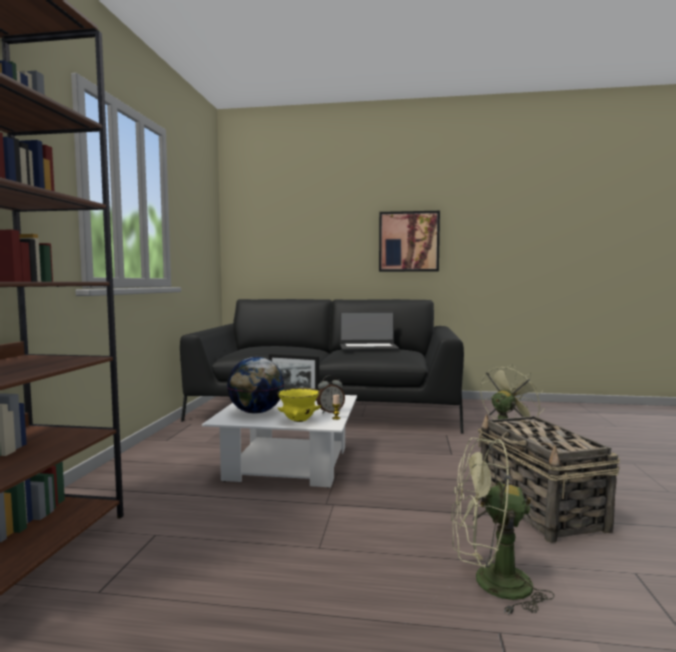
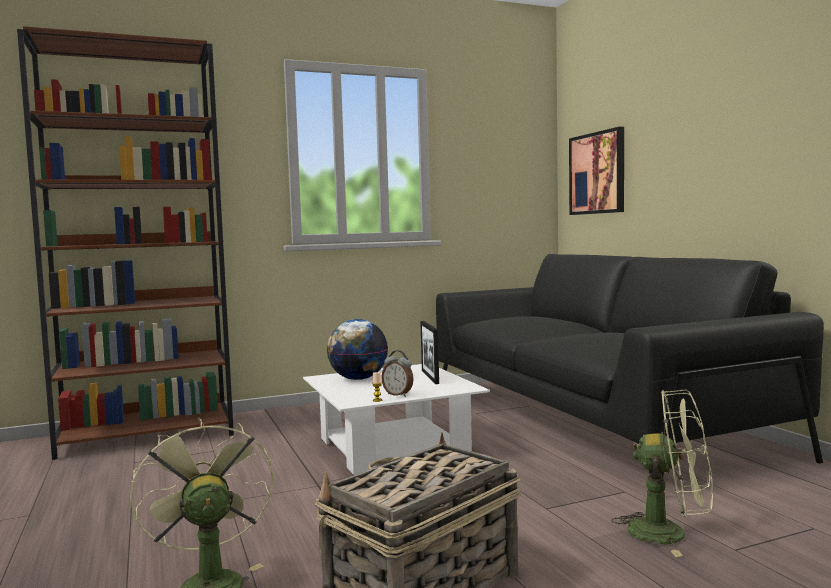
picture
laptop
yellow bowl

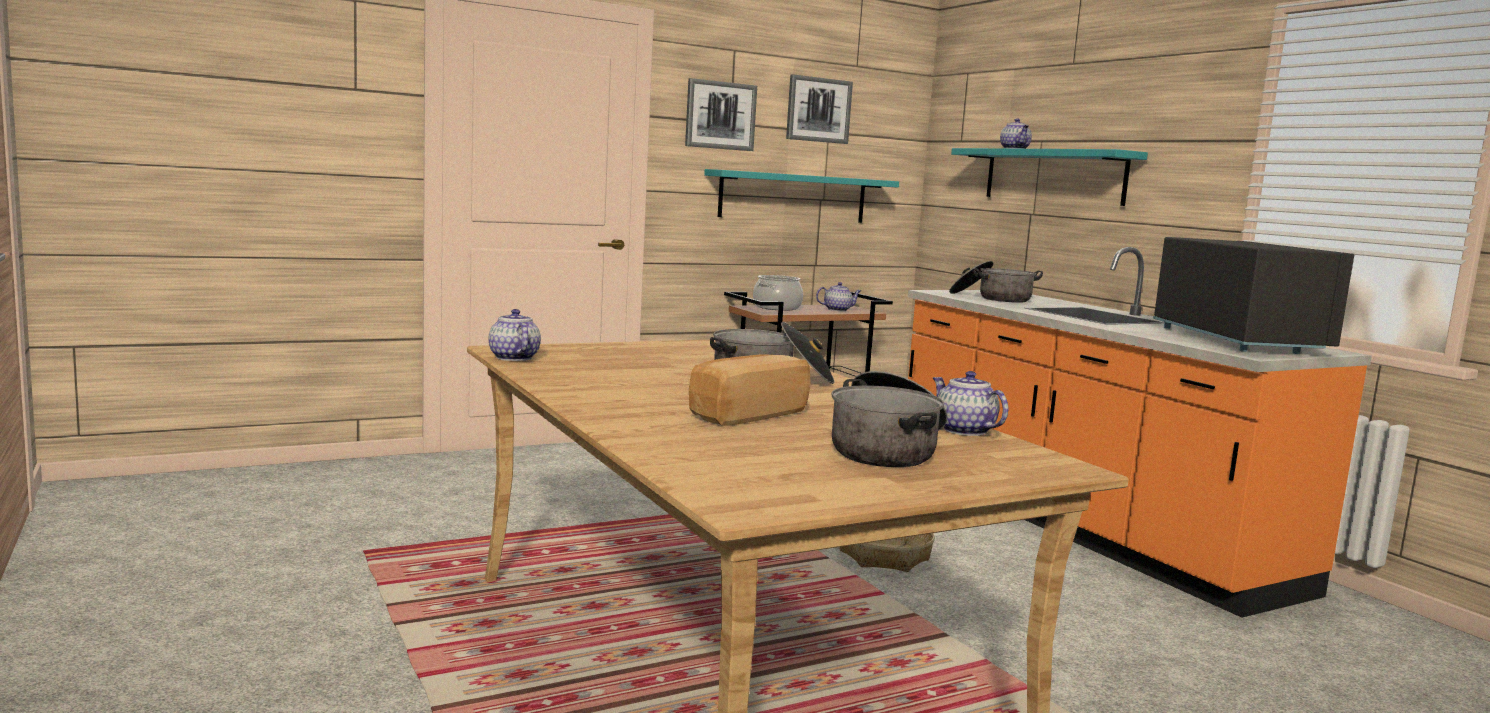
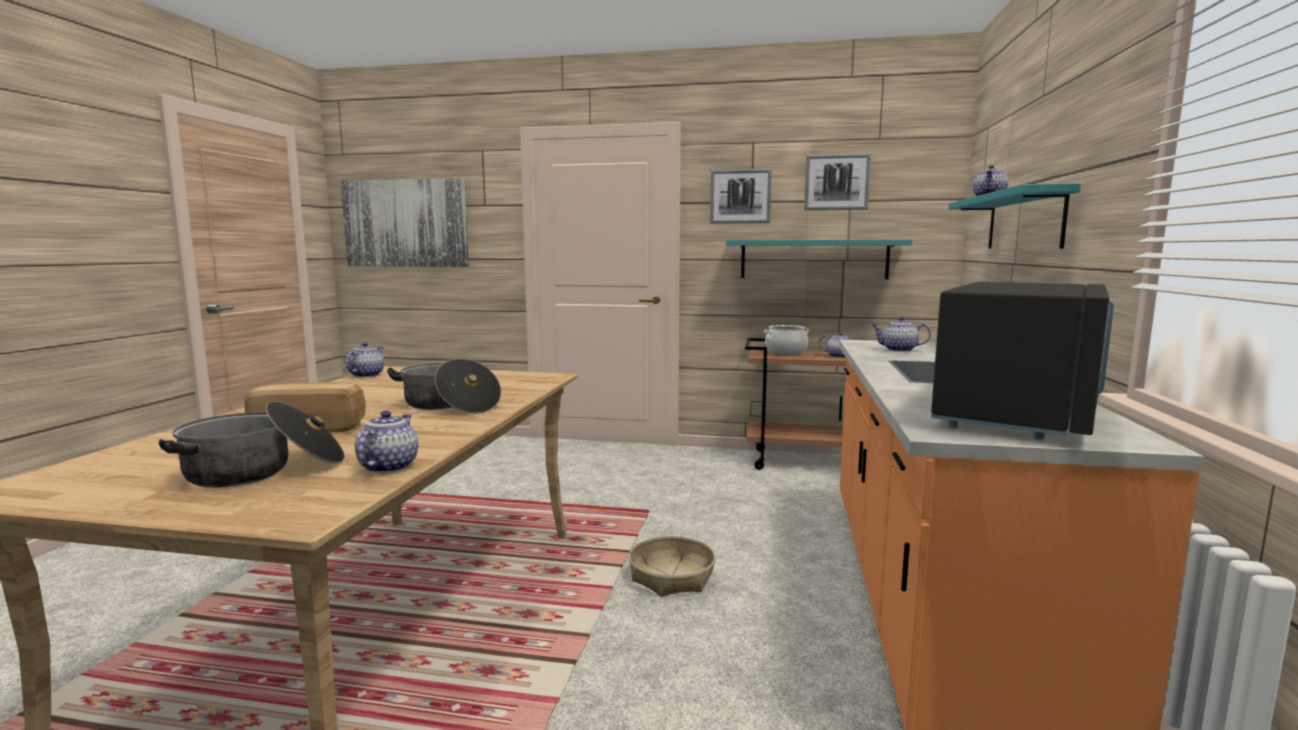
teapot (4th from left)
picture (1st from left)

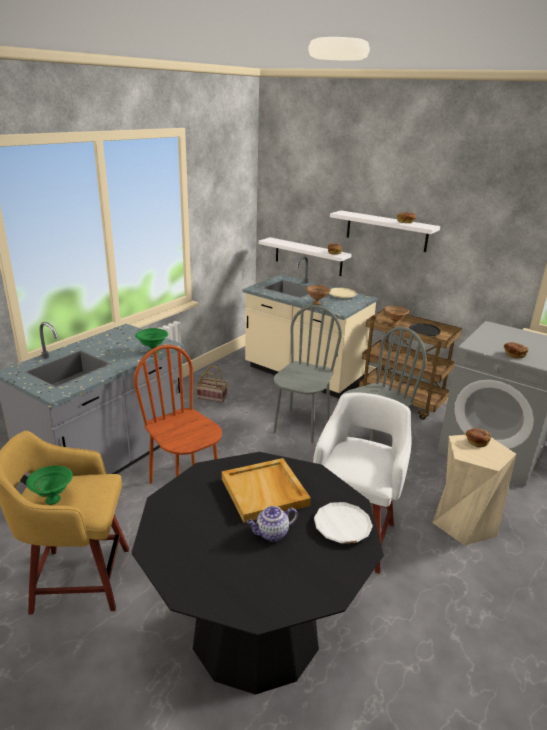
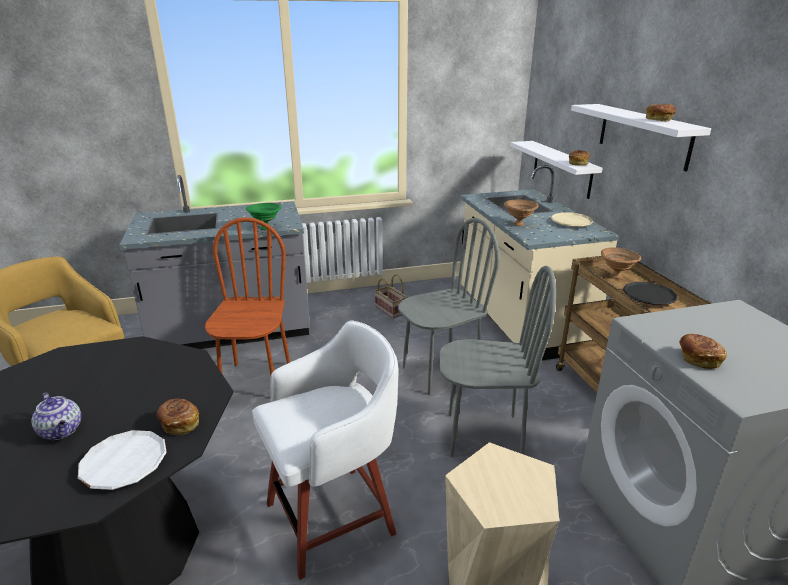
bread (1st from left)
beige tray
green bowl (1st from left in the first image)
teapot

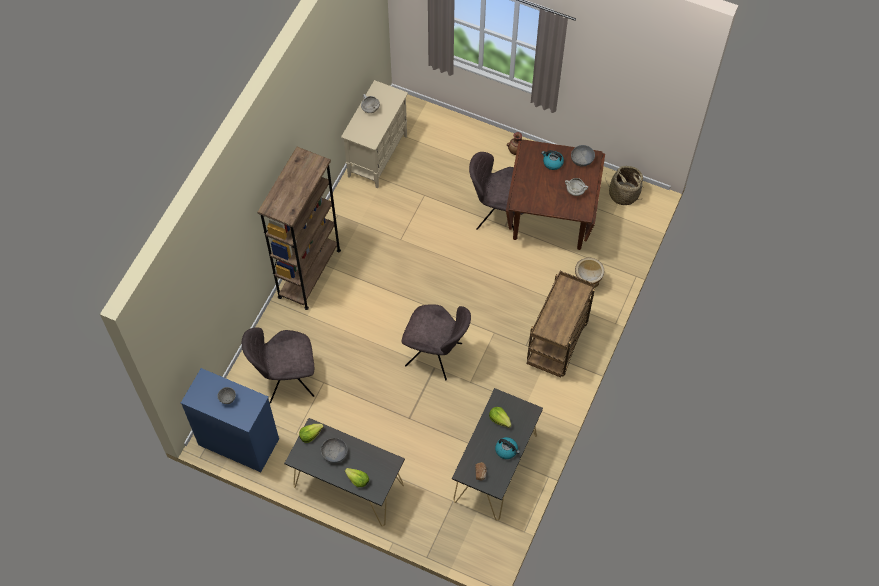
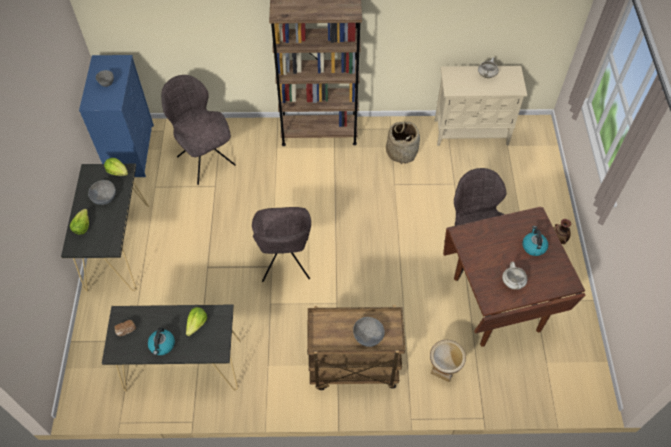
grey bowl (3rd from left)
basket

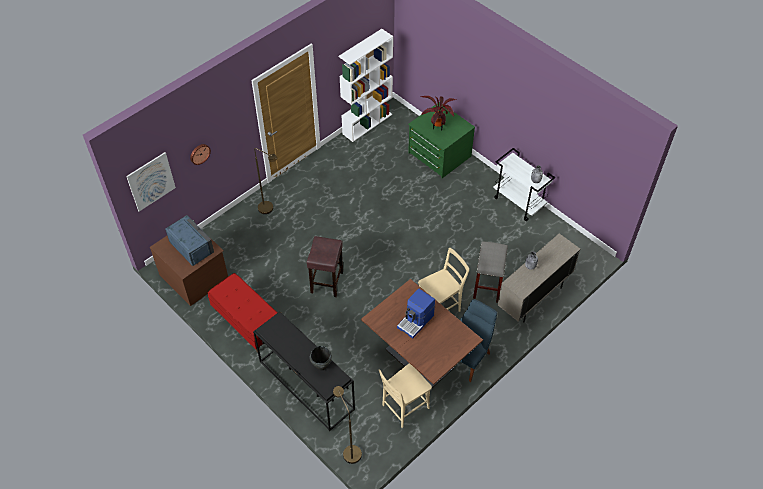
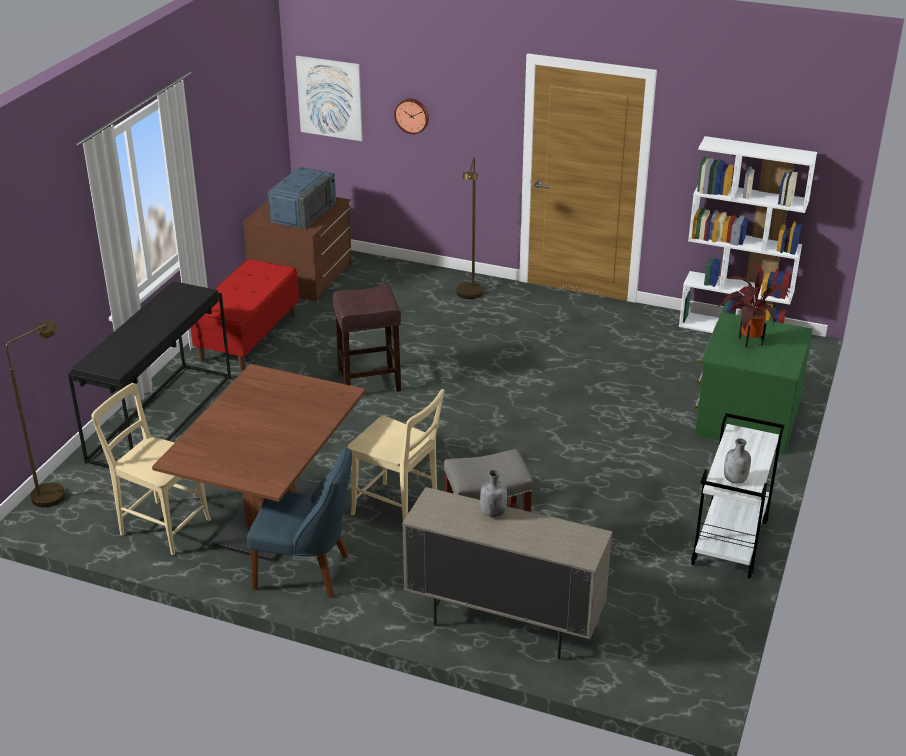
coffee machine
black cooking pot

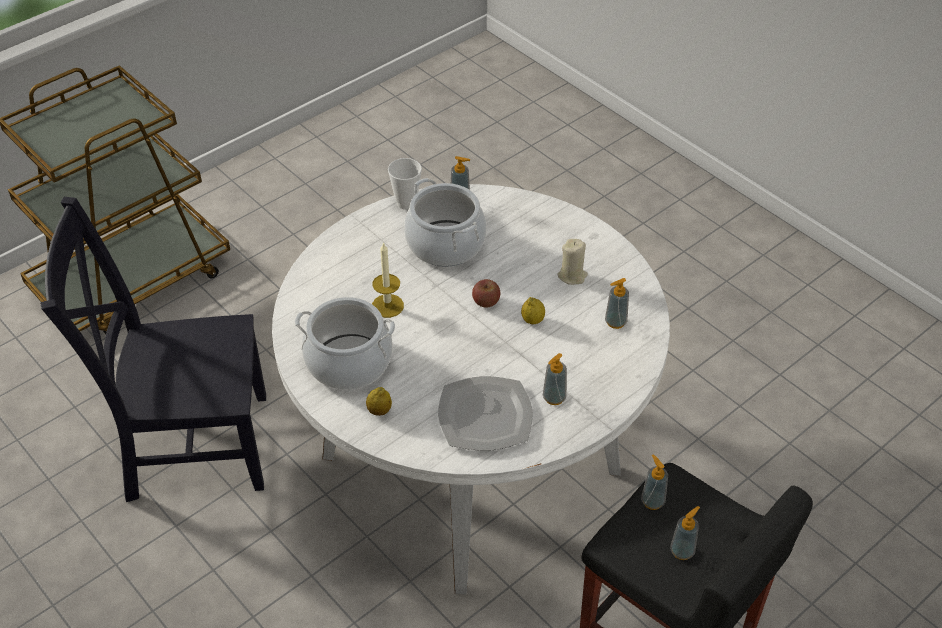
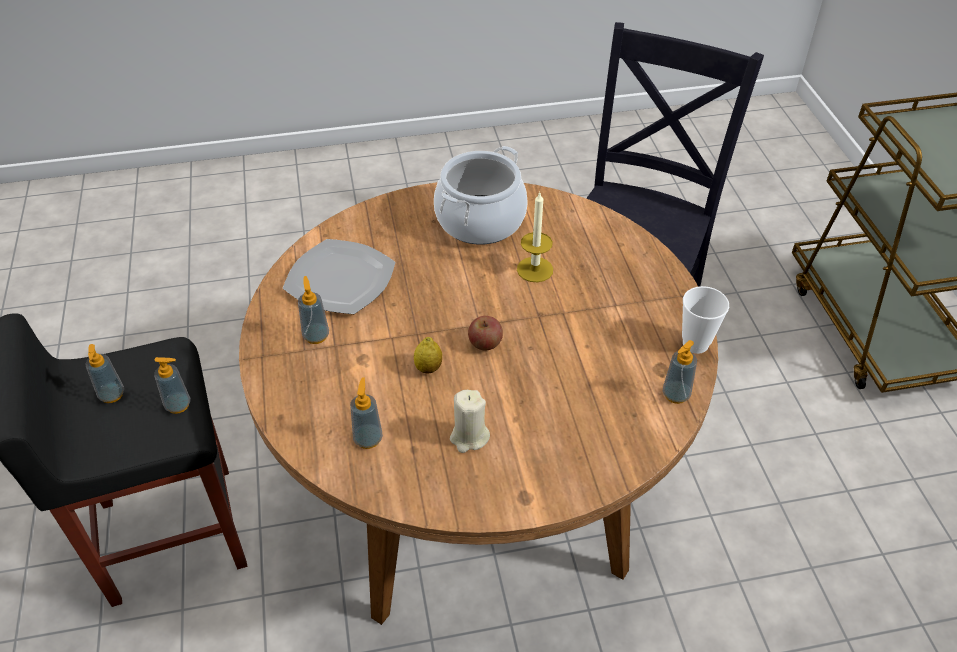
cooking pot (2nd from left in the first image)
brown dining table
lemon (1st from left in the first image)

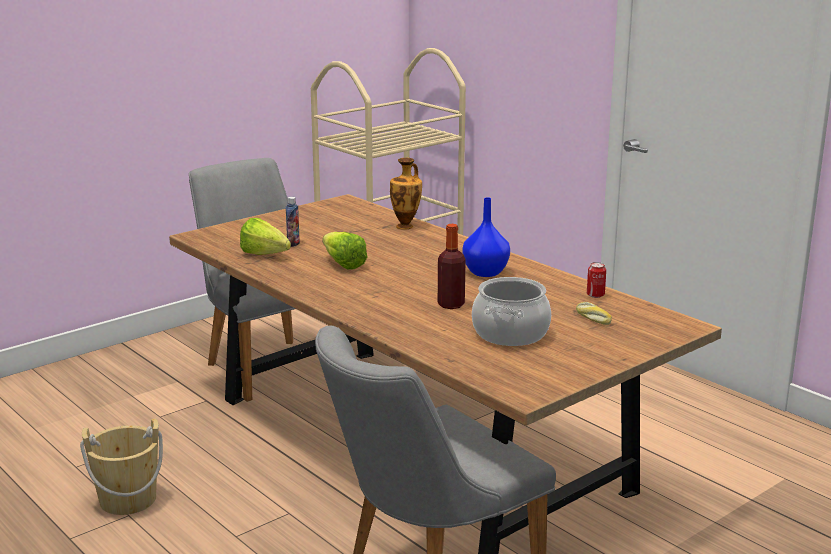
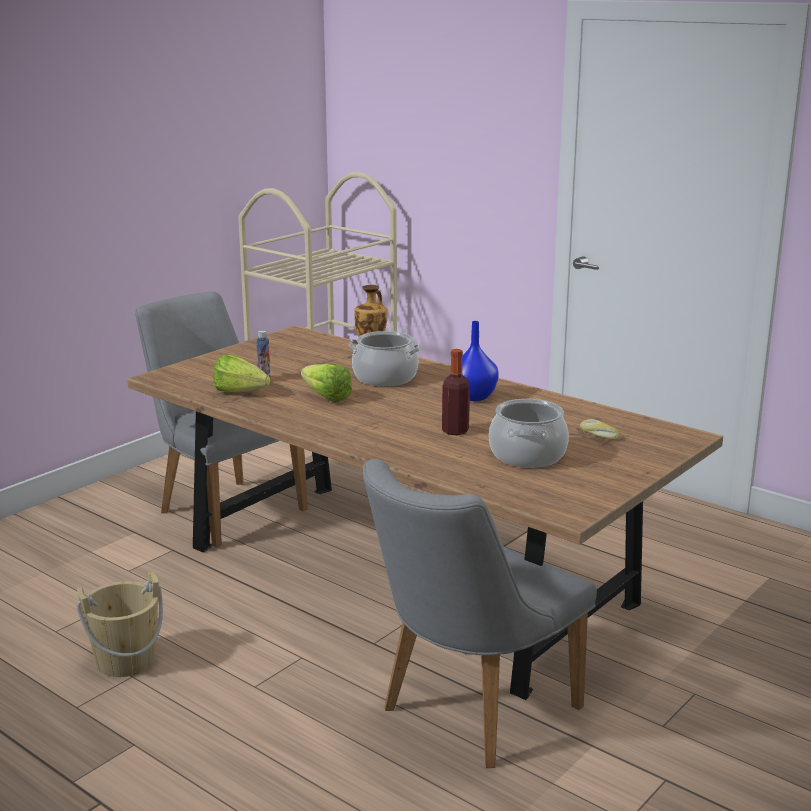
can
cooking pot (1st from left)

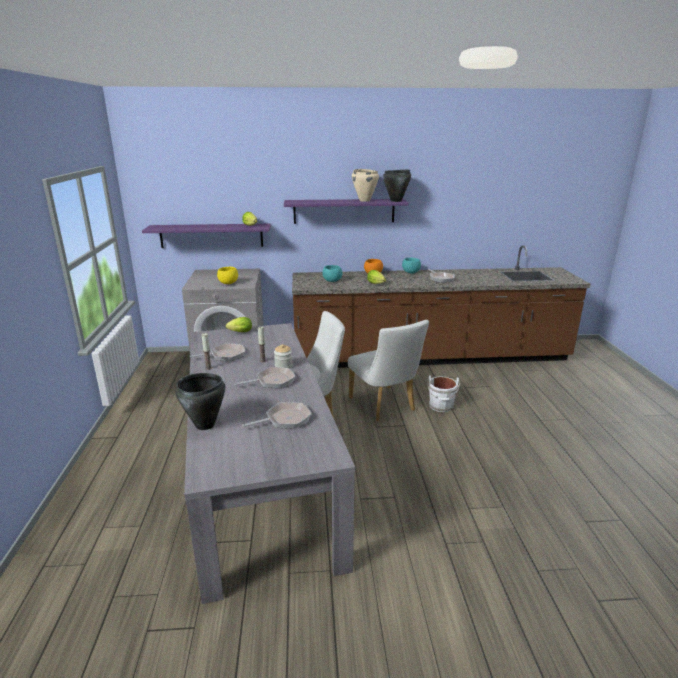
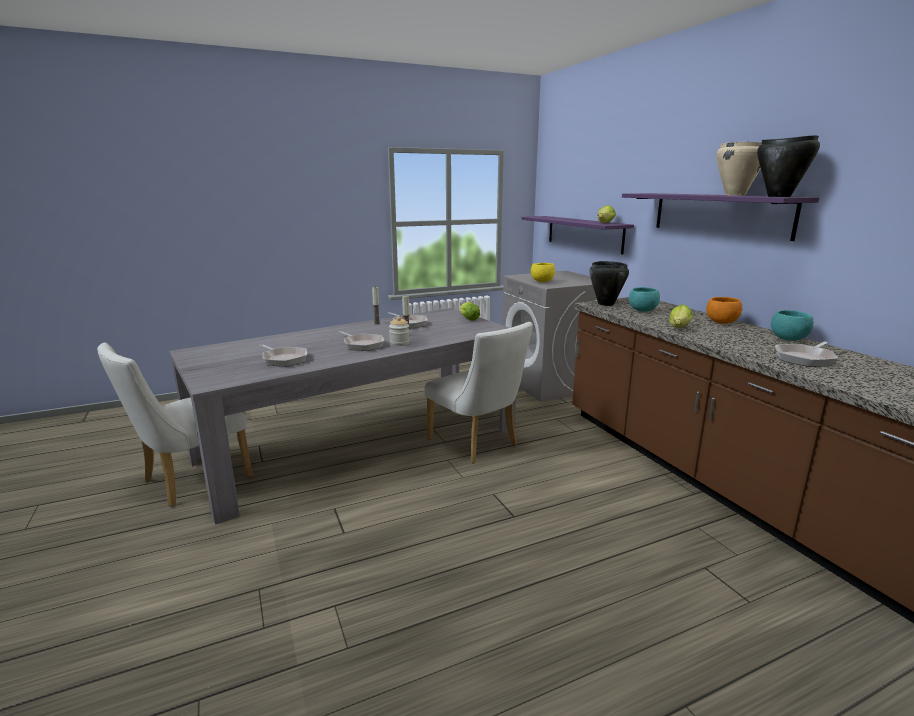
white chair (1st from left)
black cooking pot (1st from left)
white bucket

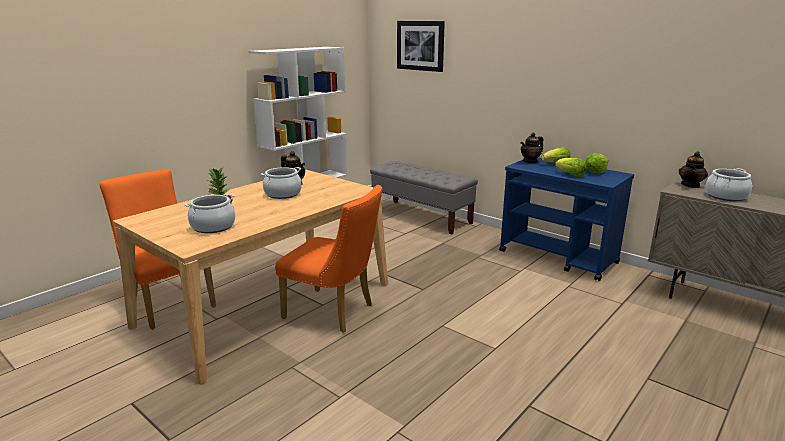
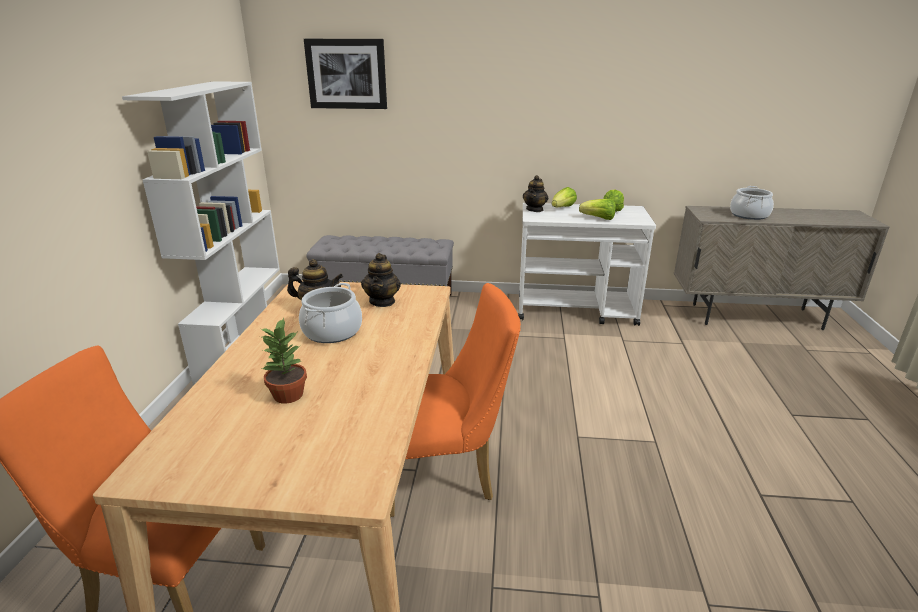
teapot (2nd from left)
white cart
cooking pot (1st from left in the first image)

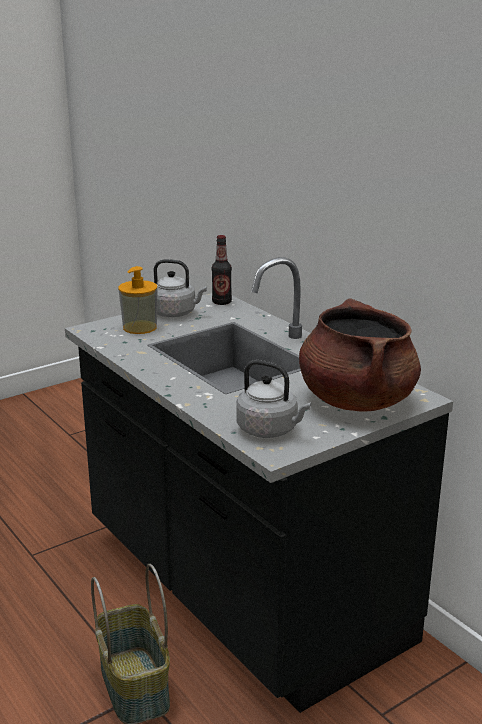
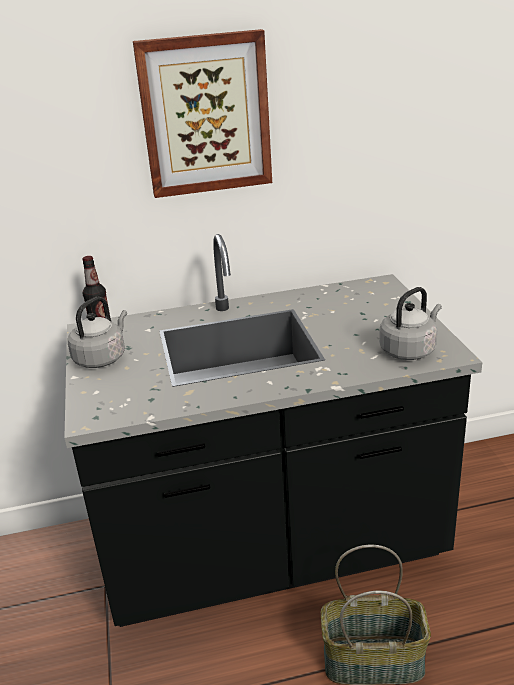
soap dispenser
brown cooking pot
picture

